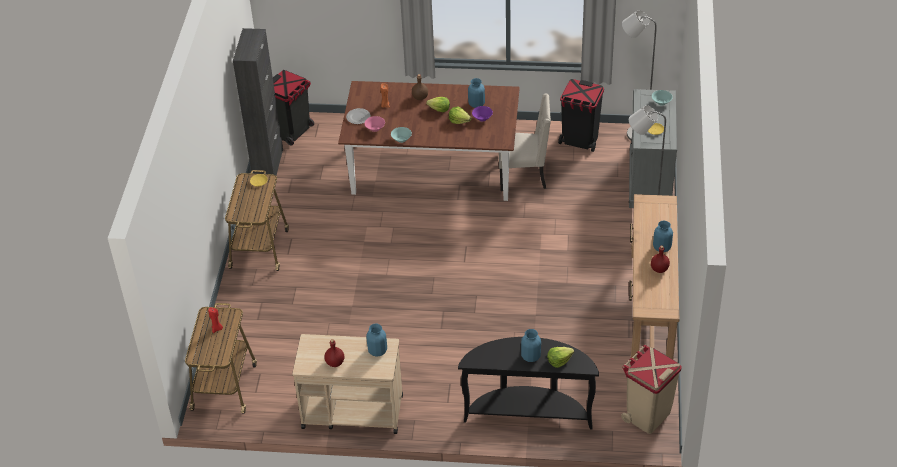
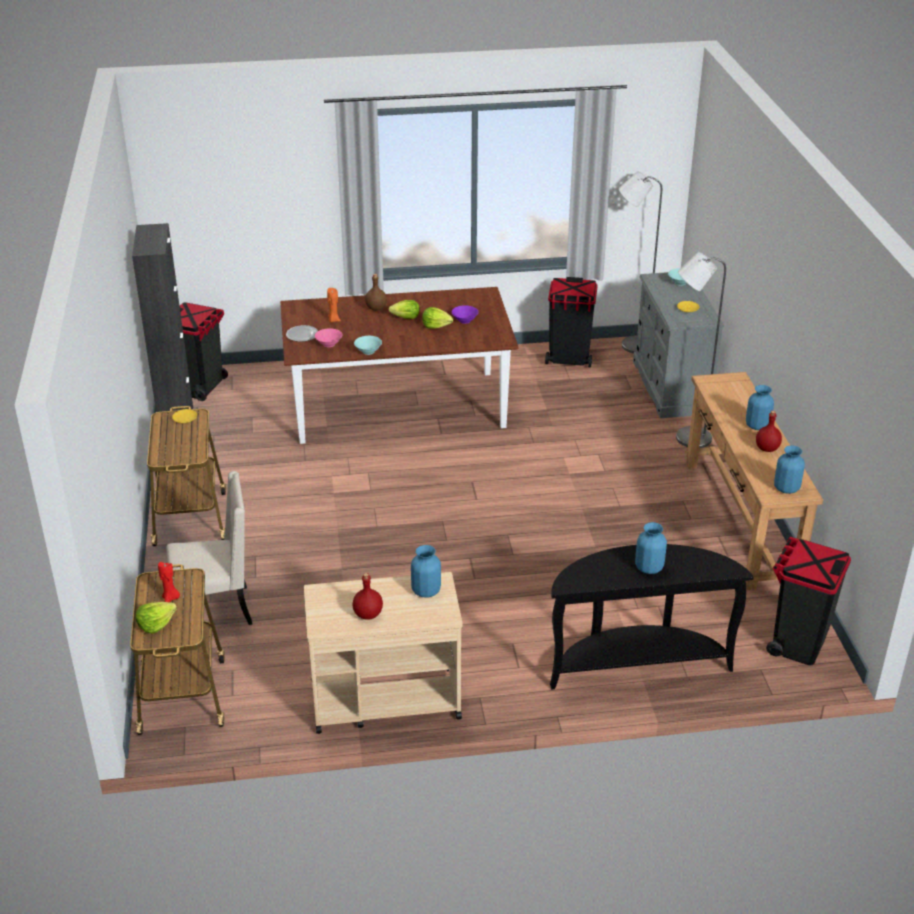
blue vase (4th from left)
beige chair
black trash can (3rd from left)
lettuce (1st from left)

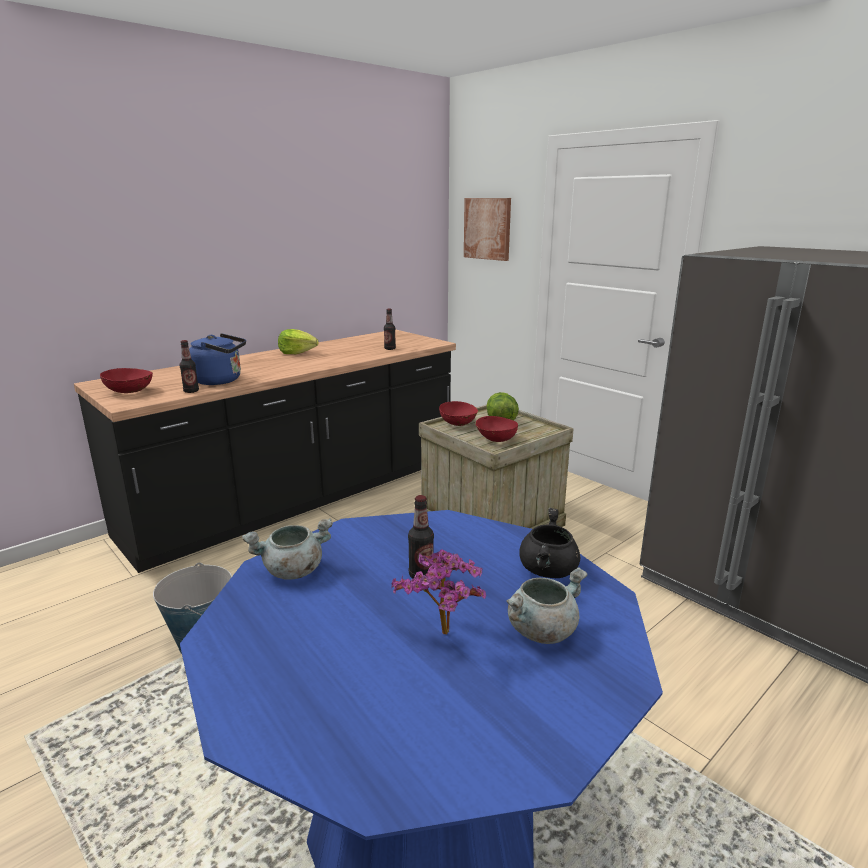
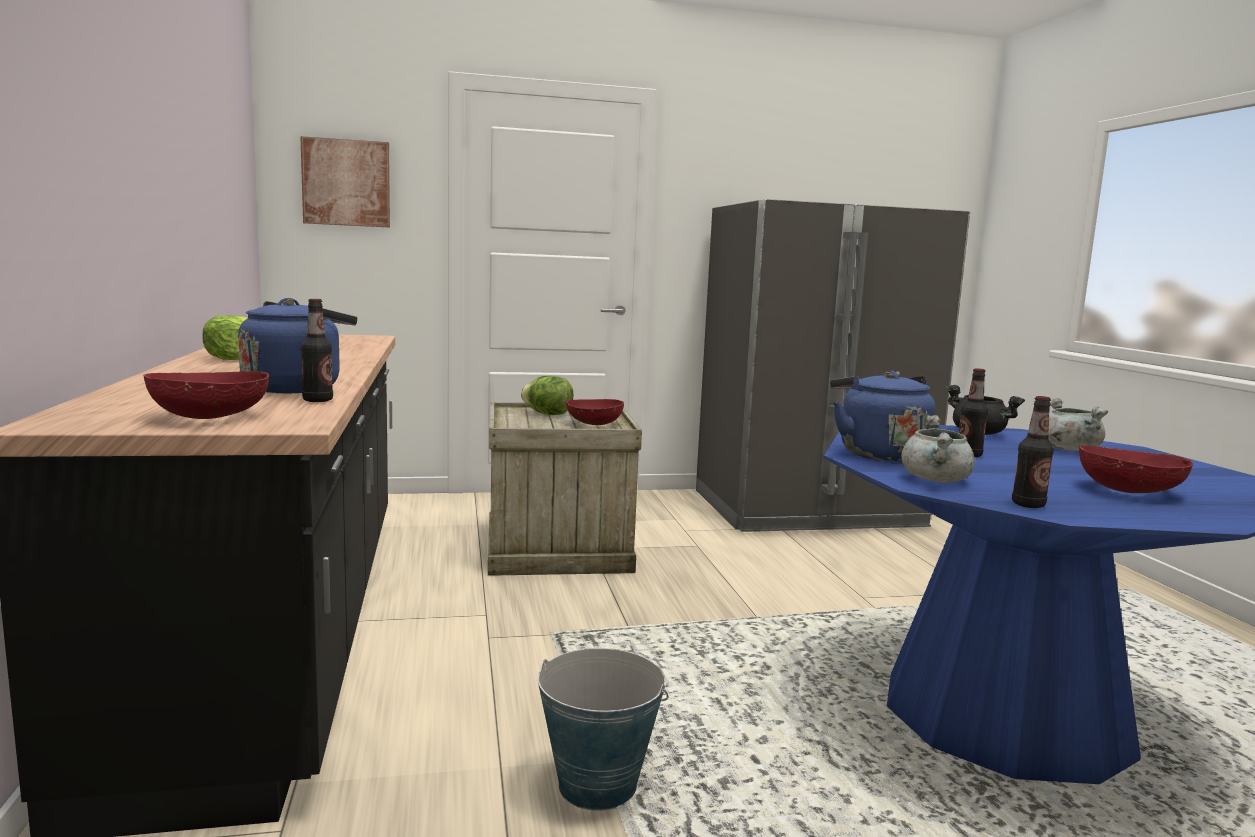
bottle (3rd from left)
red bowl (3rd from left)
potted plant
blue kettle (2nd from left)

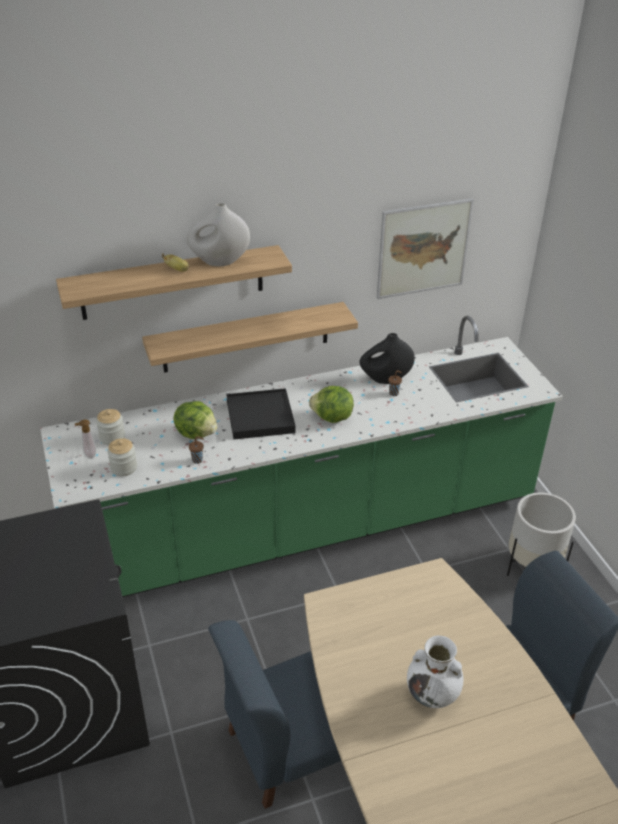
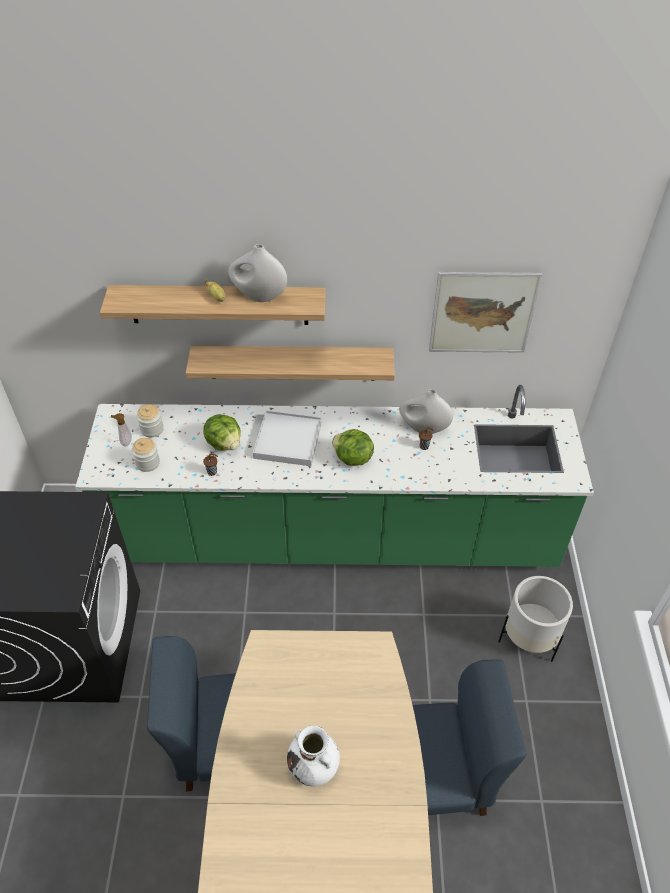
white vase (3rd from left)
white tray

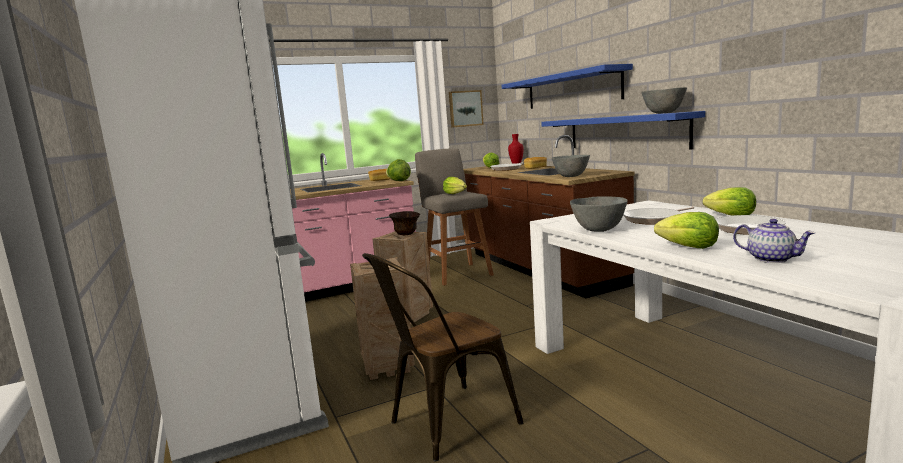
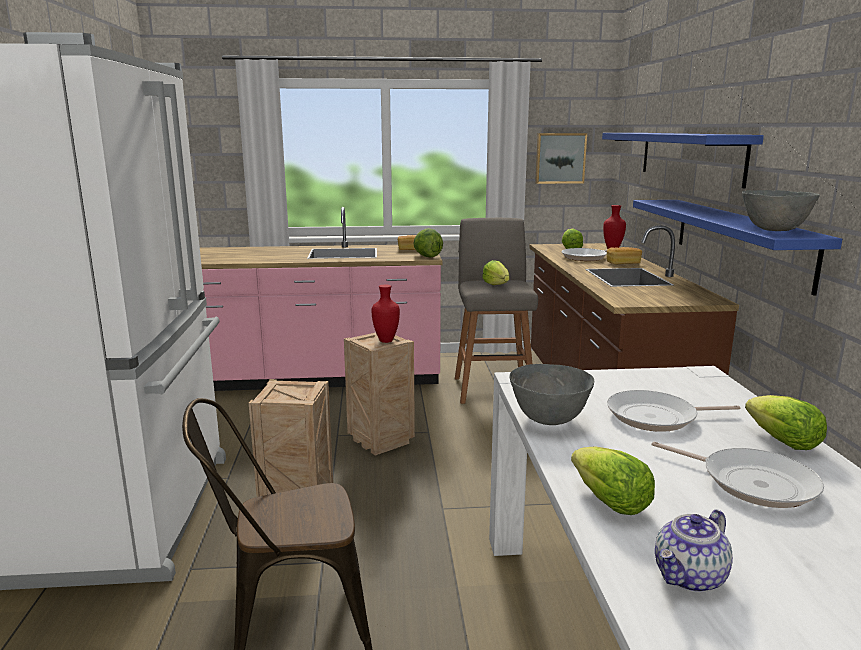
grey bowl (1st from left in the first image)
red vase (1st from left)
teapot

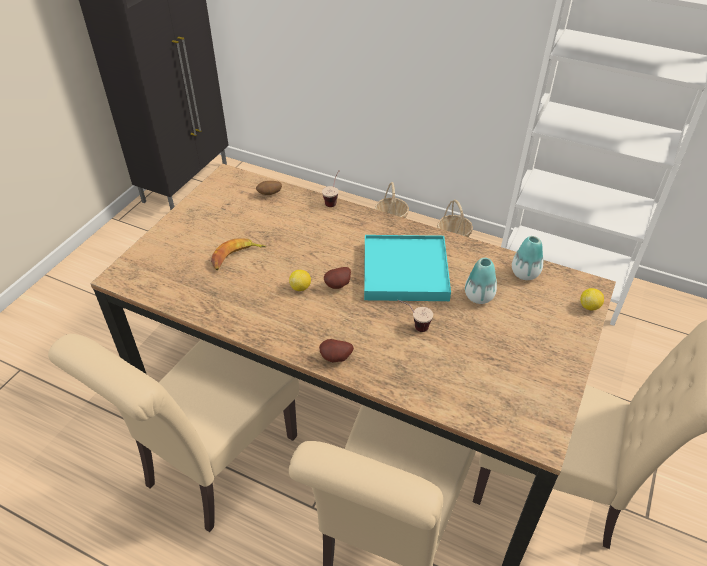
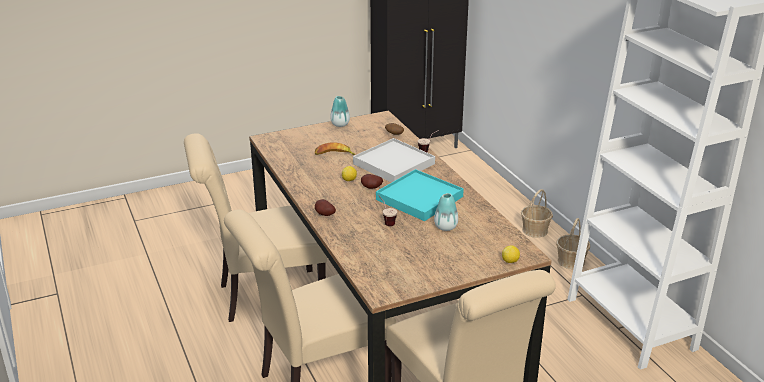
vase (1st from left)
white tray

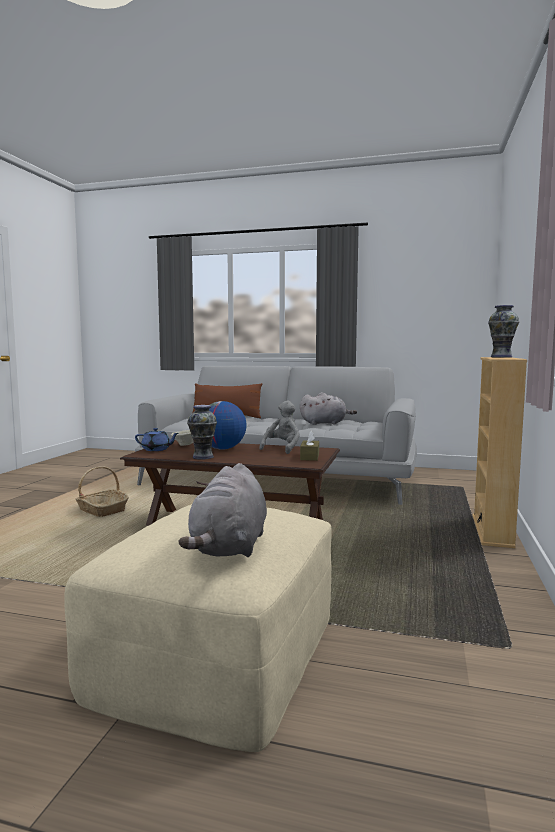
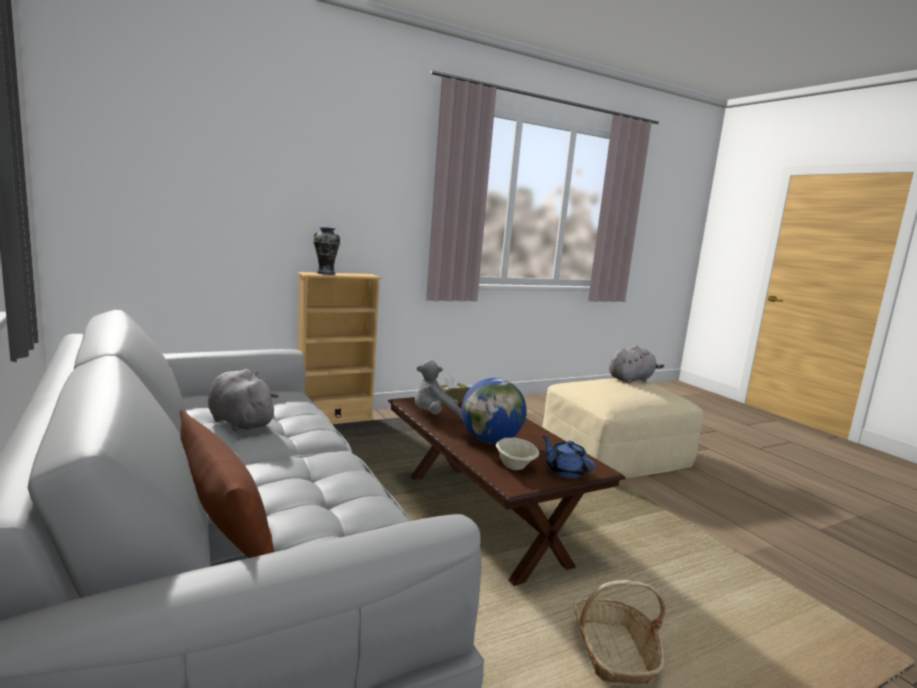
vase (1st from left in the first image)

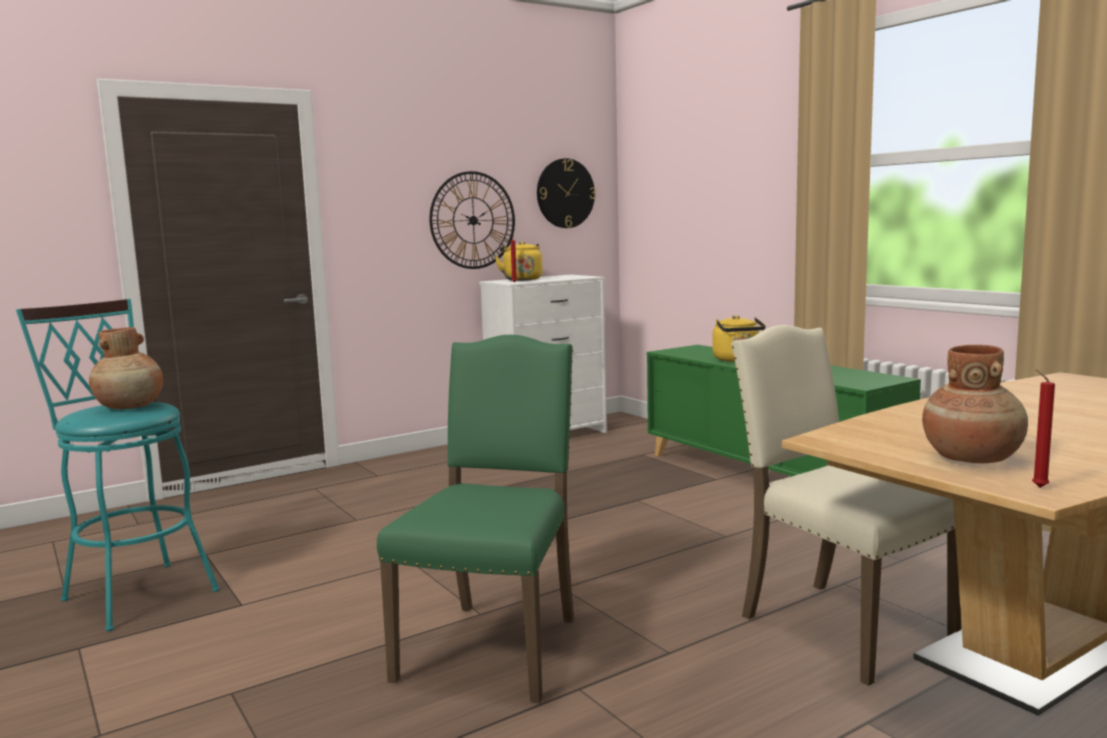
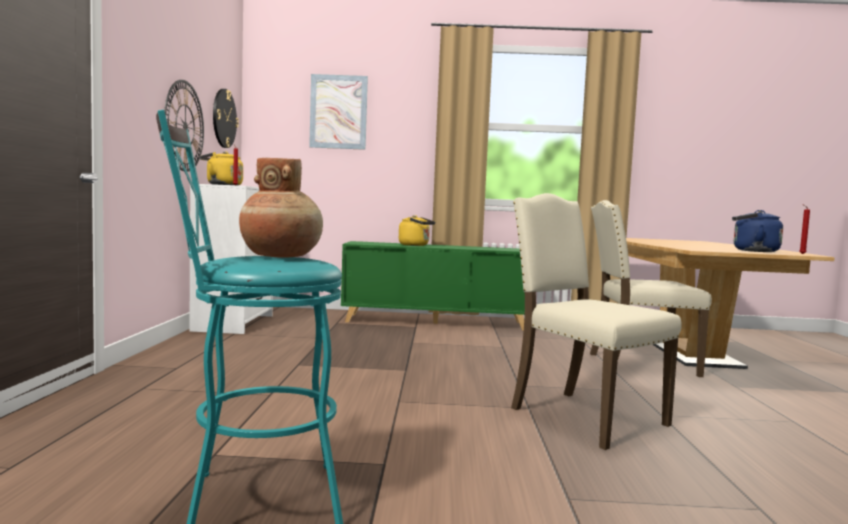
beige chair (1st from left)
blue kettle
picture

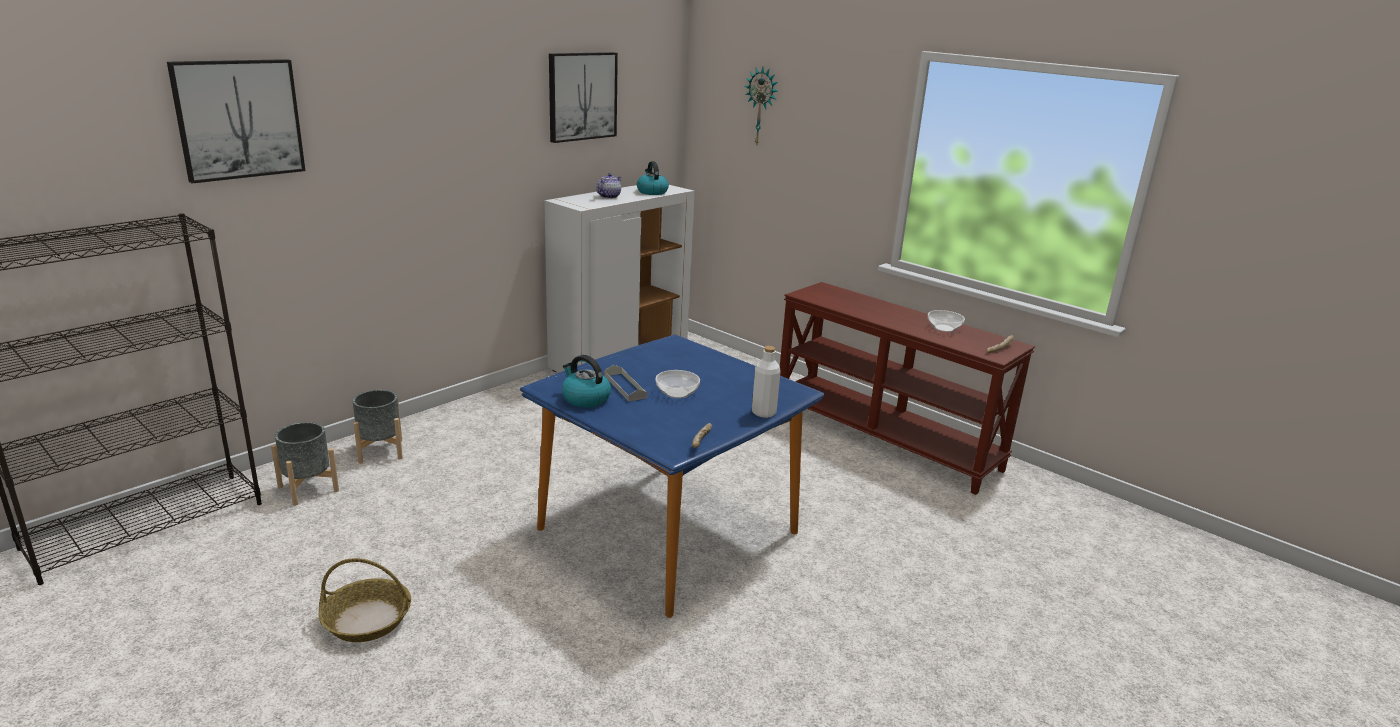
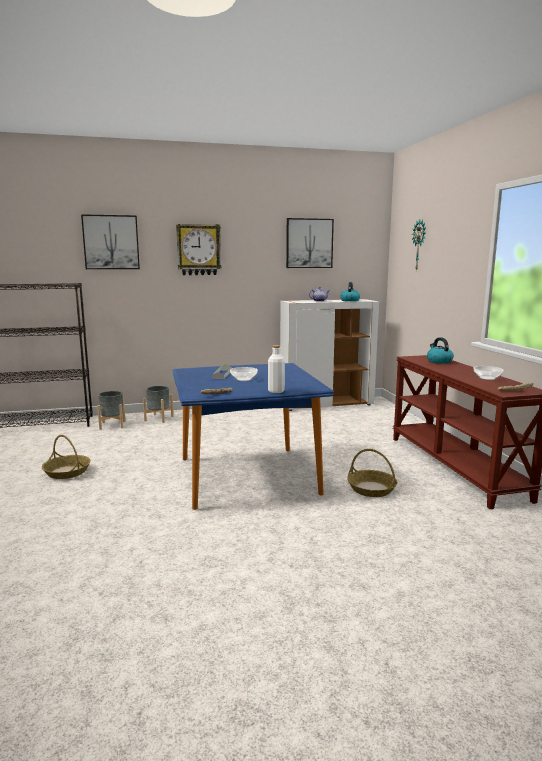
kettle (2nd from left)
wall clock (1st from left)
basket (2nd from left)

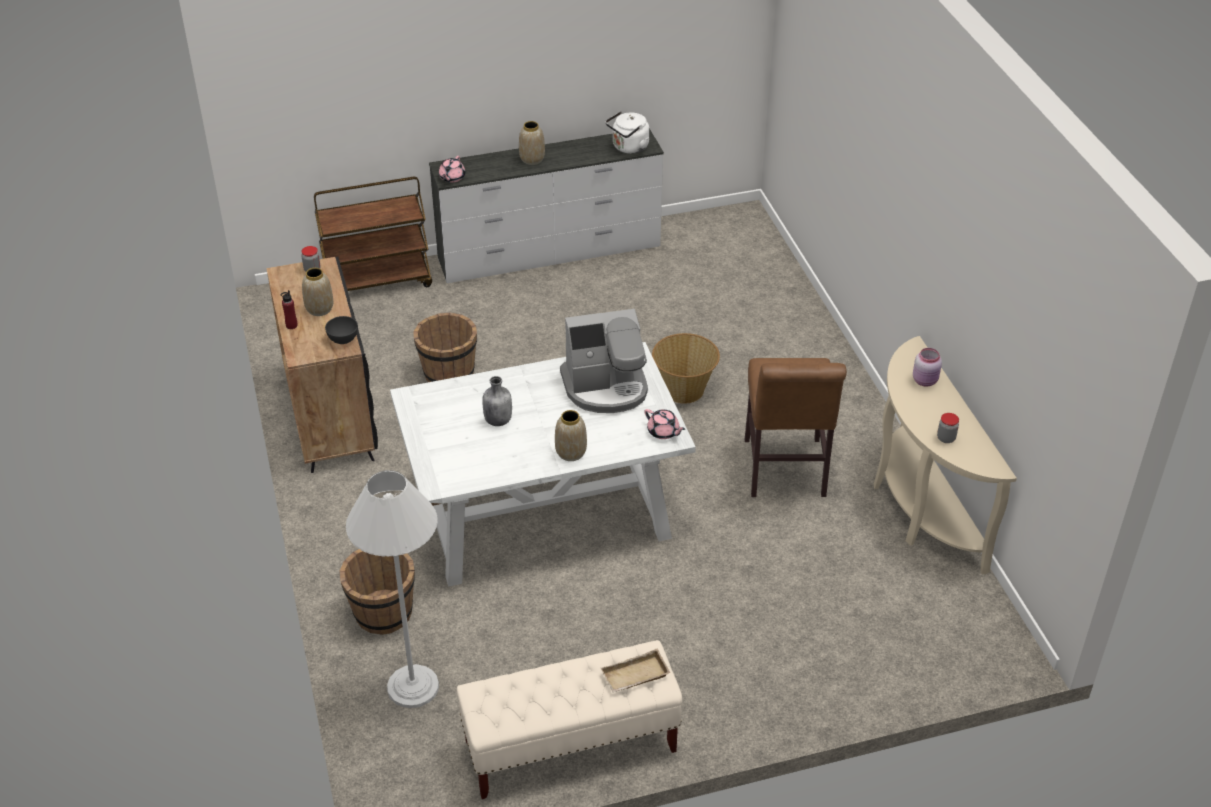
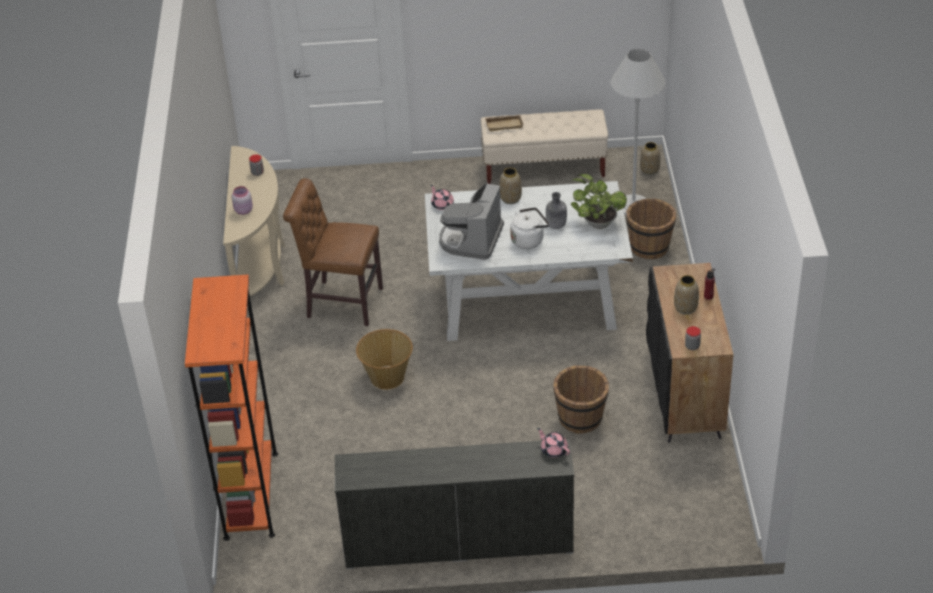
white kettle
vase (2nd from left)
pink teapot (2nd from left)
brown cart
coffee machine
grey bowl
brown chair
potted plant
orange bookcase

